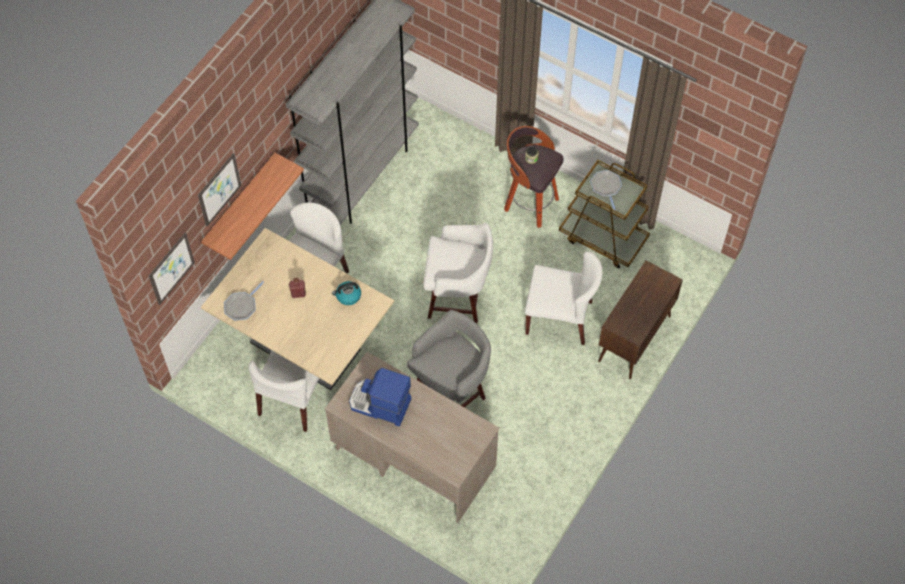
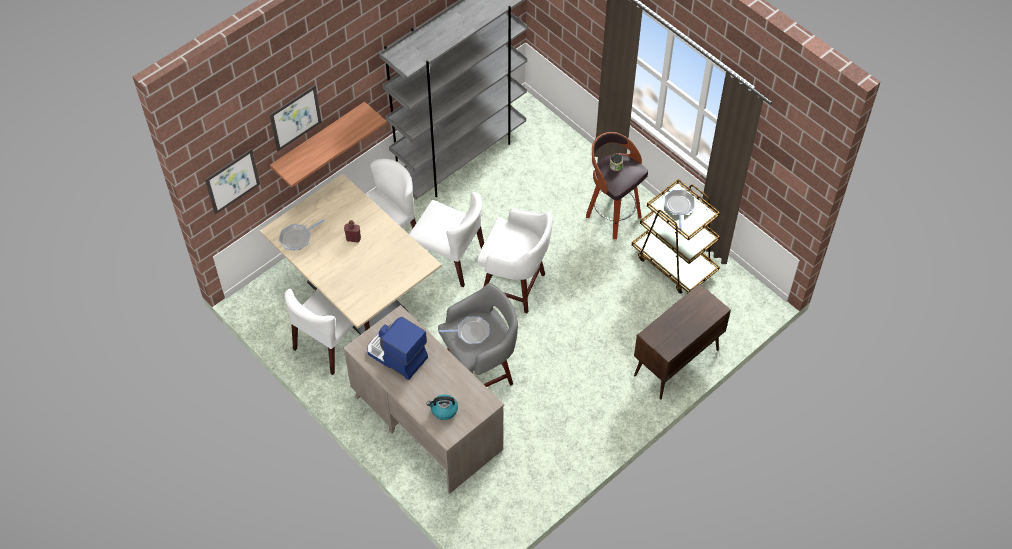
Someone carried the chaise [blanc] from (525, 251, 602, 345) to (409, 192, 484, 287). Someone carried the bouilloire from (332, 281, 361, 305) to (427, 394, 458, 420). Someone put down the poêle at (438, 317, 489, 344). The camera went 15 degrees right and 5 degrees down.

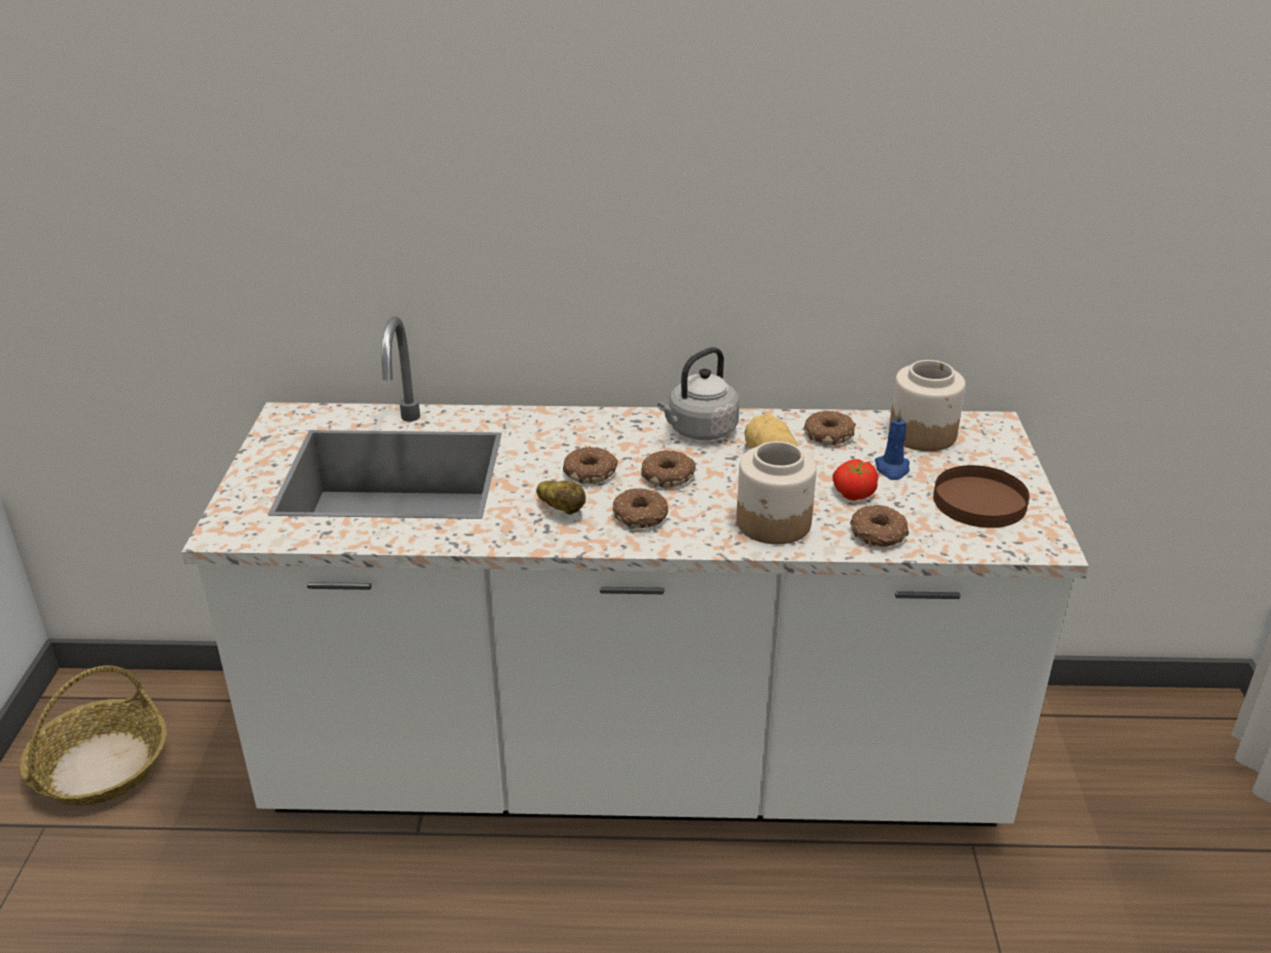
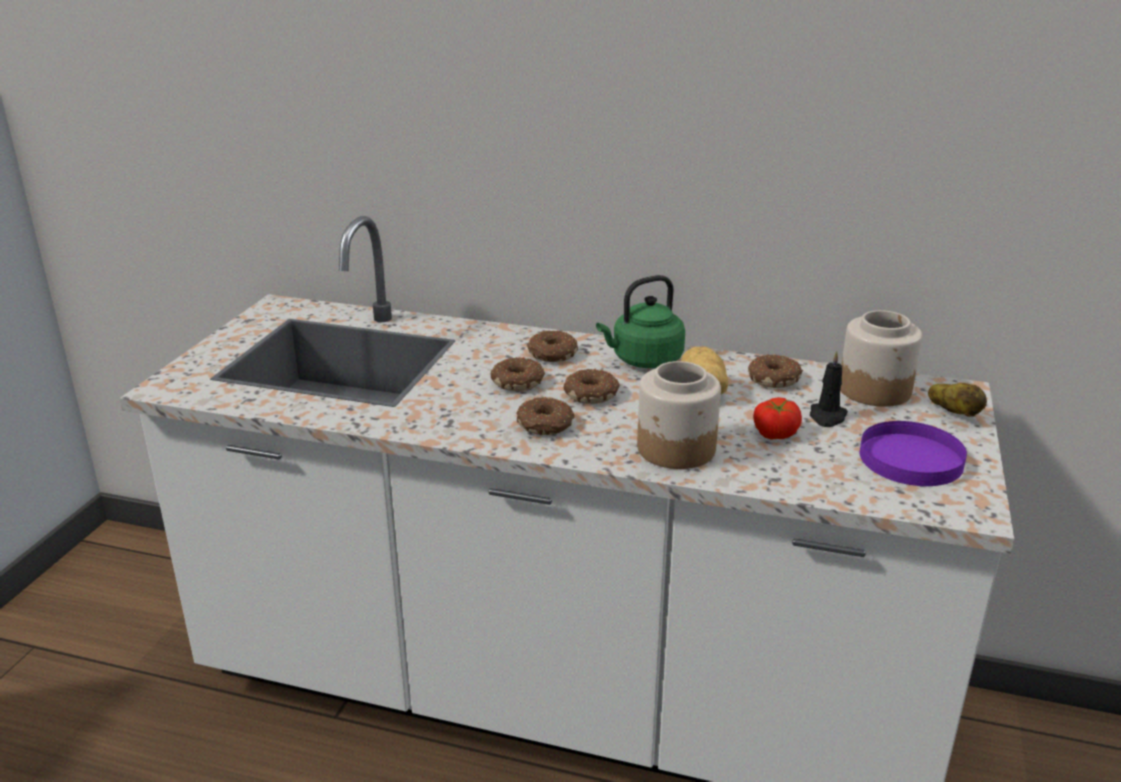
Someone carried the beignet from (850, 504, 909, 547) to (527, 330, 578, 362). Someone repainted the bouilloire [gris] at (657, 347, 740, 440), which became the bouilloire [vert] at (596, 275, 685, 368). Someone repainted the bougie [bleu] at (875, 409, 910, 480), which became the bougie [noir] at (810, 351, 848, 427). Someone repainted the assiette [marron] at (933, 465, 1029, 528), which became the assiette [violet] at (860, 421, 967, 486). Someone carried the pomme de terre from (536, 481, 586, 515) to (928, 383, 987, 417). Someone took away the panier at (20, 665, 167, 806). The camera went 15 degrees right and 5 degrees down.

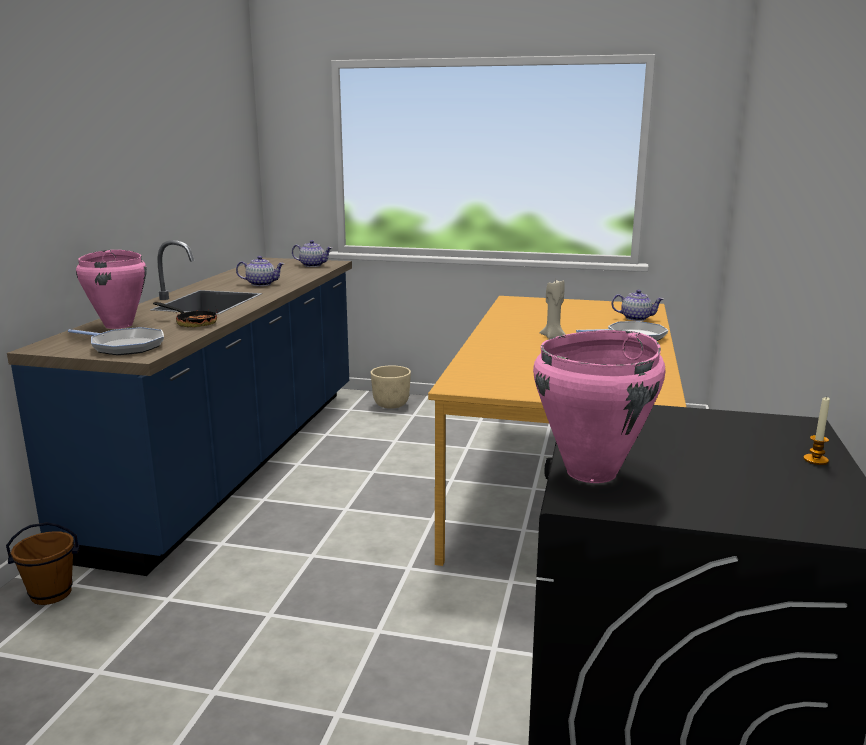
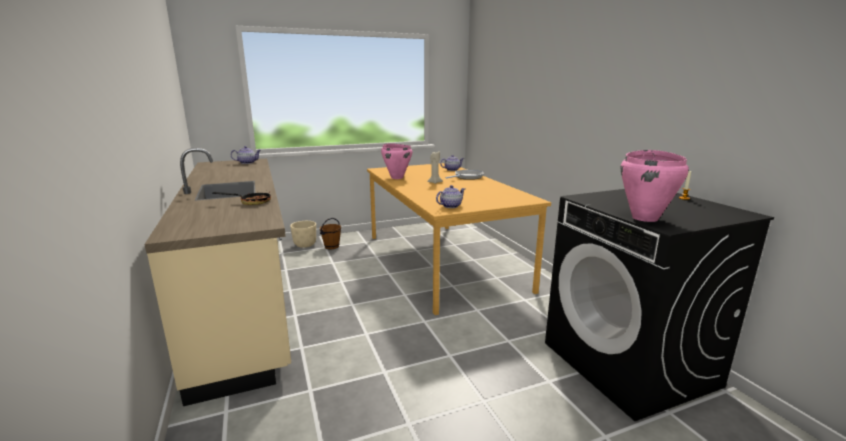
Someone repainted the comptoir de cuisine [bleu] at (7, 240, 352, 576), which became the comptoir de cuisine [beige] at (144, 148, 291, 406). Someone carried the seau [marron] from (6, 522, 79, 605) to (320, 218, 341, 249). Someone carried the marmite [rose] from (76, 250, 147, 329) to (381, 143, 412, 179). Someone carried the théière from (236, 256, 285, 286) to (436, 185, 465, 208). Someone took away the poêle at (68, 327, 164, 355). The camera went 35 degrees left and 0 degrees up.

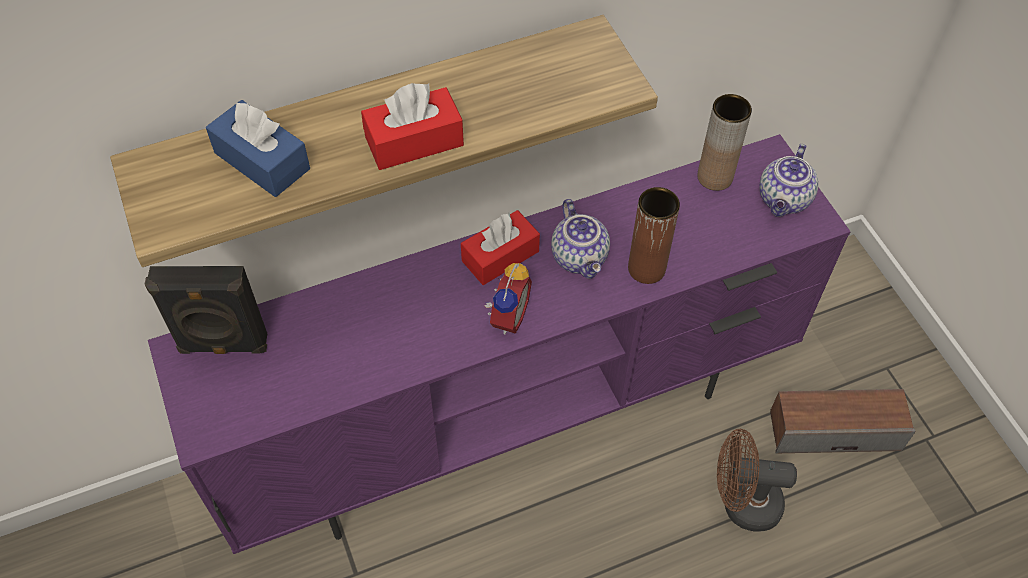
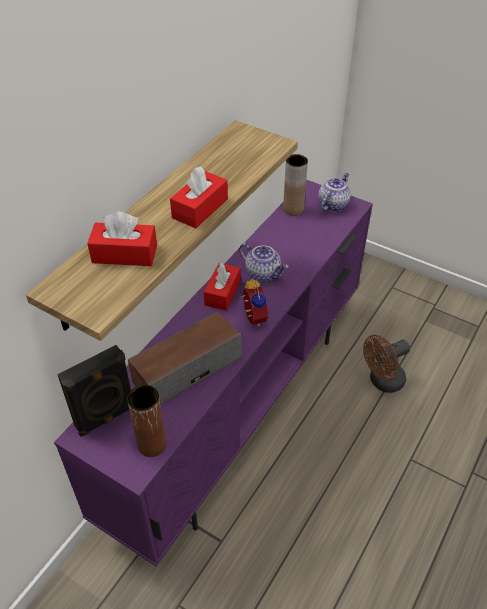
Someone repainted the boîte à mouchoirs [bleu] at (206, 100, 310, 197), which became the boîte à mouchoirs [rouge] at (87, 212, 157, 266). Someone carried the vase [marron] from (628, 187, 680, 284) to (127, 385, 166, 457). Someone carried the enceinte from (770, 389, 916, 453) to (128, 311, 242, 405). Someone rotated the théière at (759, 144, 818, 217) by 135 degrees counterclockwise. The camera went 35 degrees left and 10 degrees down.

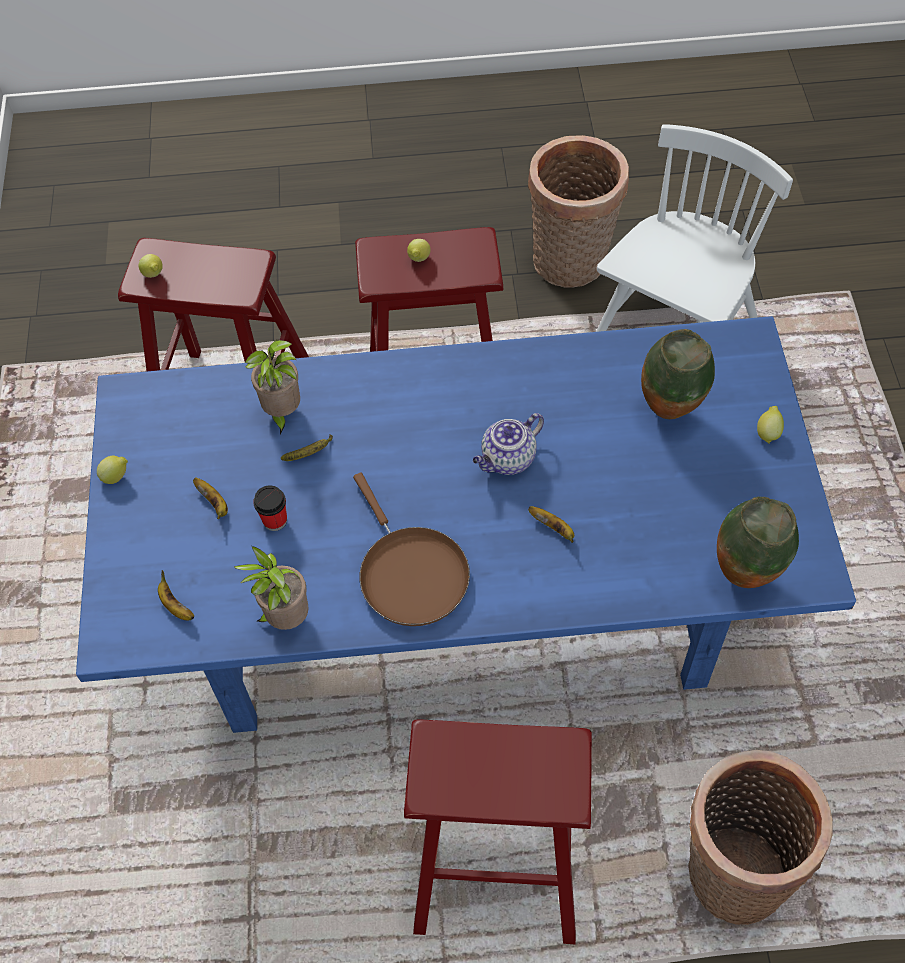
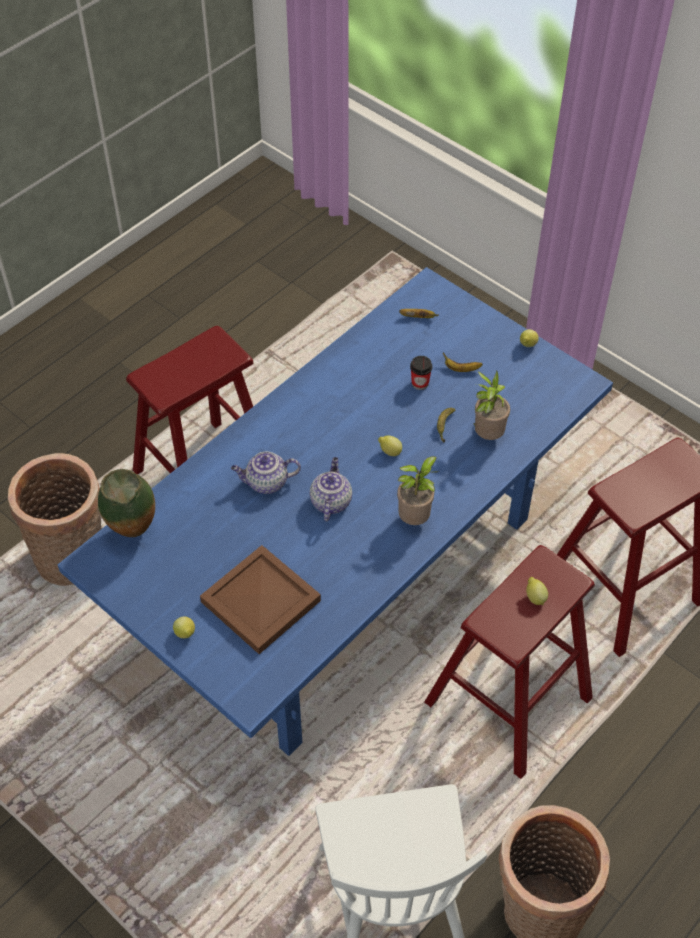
Someone swapped the vase at (641, 329, 715, 419) for the plateau [marron] at (200, 545, 321, 654). Someone swapped the banane at (528, 506, 574, 543) for the théière at (231, 452, 301, 494). Someone carried the citron from (138, 254, 163, 278) to (378, 436, 402, 456). Someone carried the plante en pot from (233, 546, 309, 630) to (397, 456, 440, 525). Someone took away the poêle [marron] at (353, 473, 470, 626). The camera went 135 degrees right and 5 degrees down.

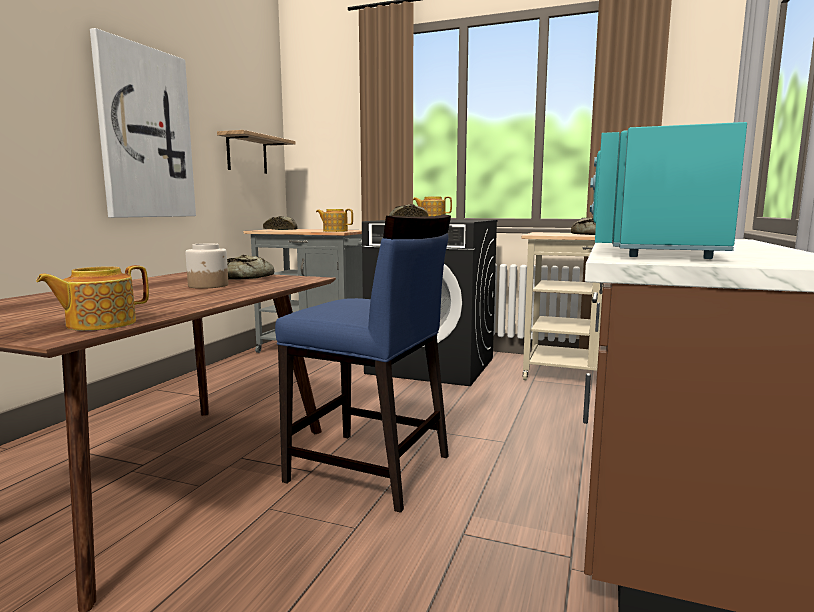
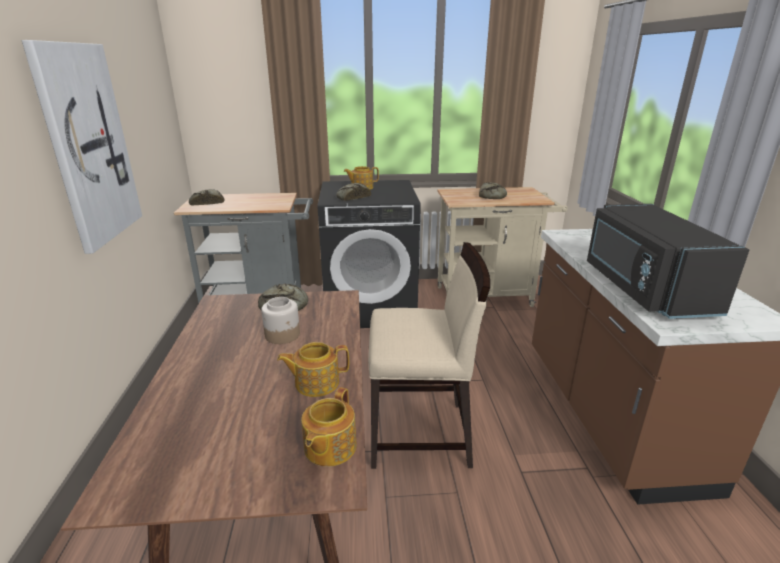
Someone carried the théière from (316, 209, 353, 232) to (277, 342, 349, 397). Someone repainted the chaise [bleu] at (275, 214, 451, 513), which became the chaise [beige] at (368, 242, 490, 469). Someone repainted the micro-ondes [turquoise] at (590, 122, 747, 259), which became the micro-ondes [noir] at (587, 204, 750, 319). Someone took away the étagère at (217, 130, 296, 174). The camera went 25 degrees left and 15 degrees up.

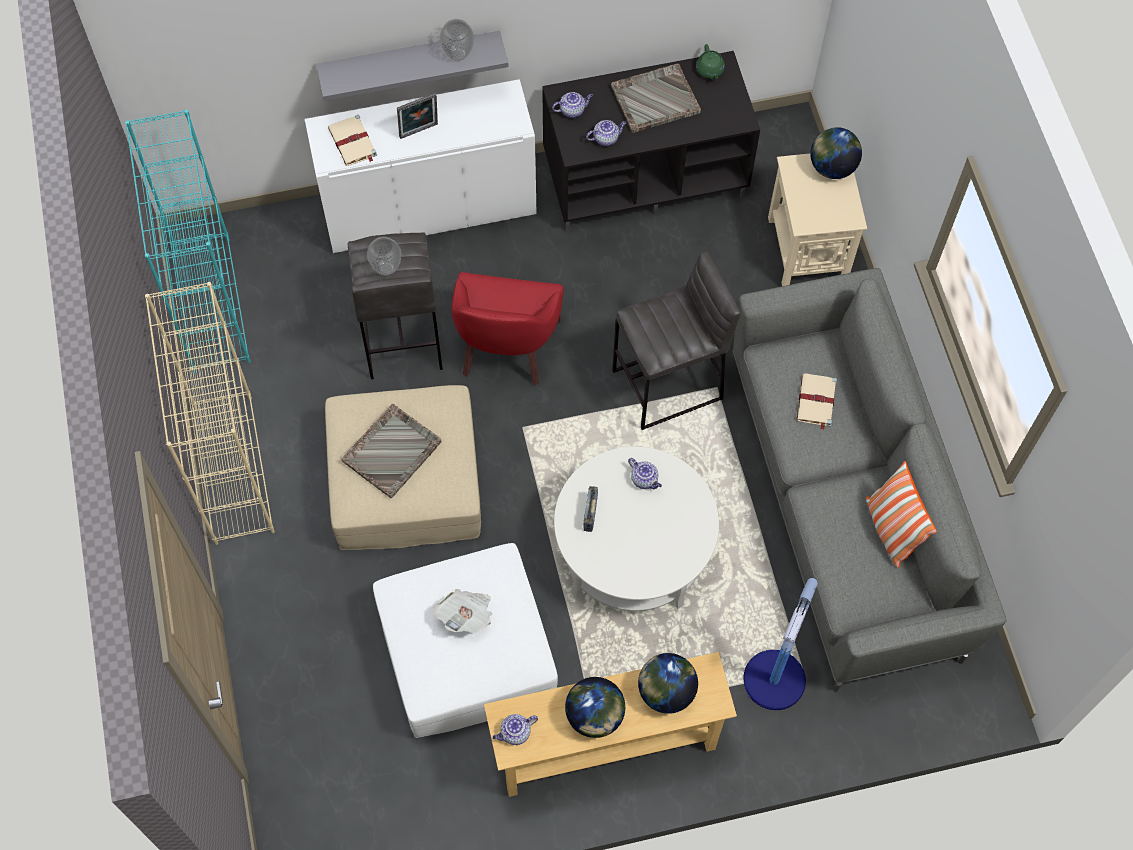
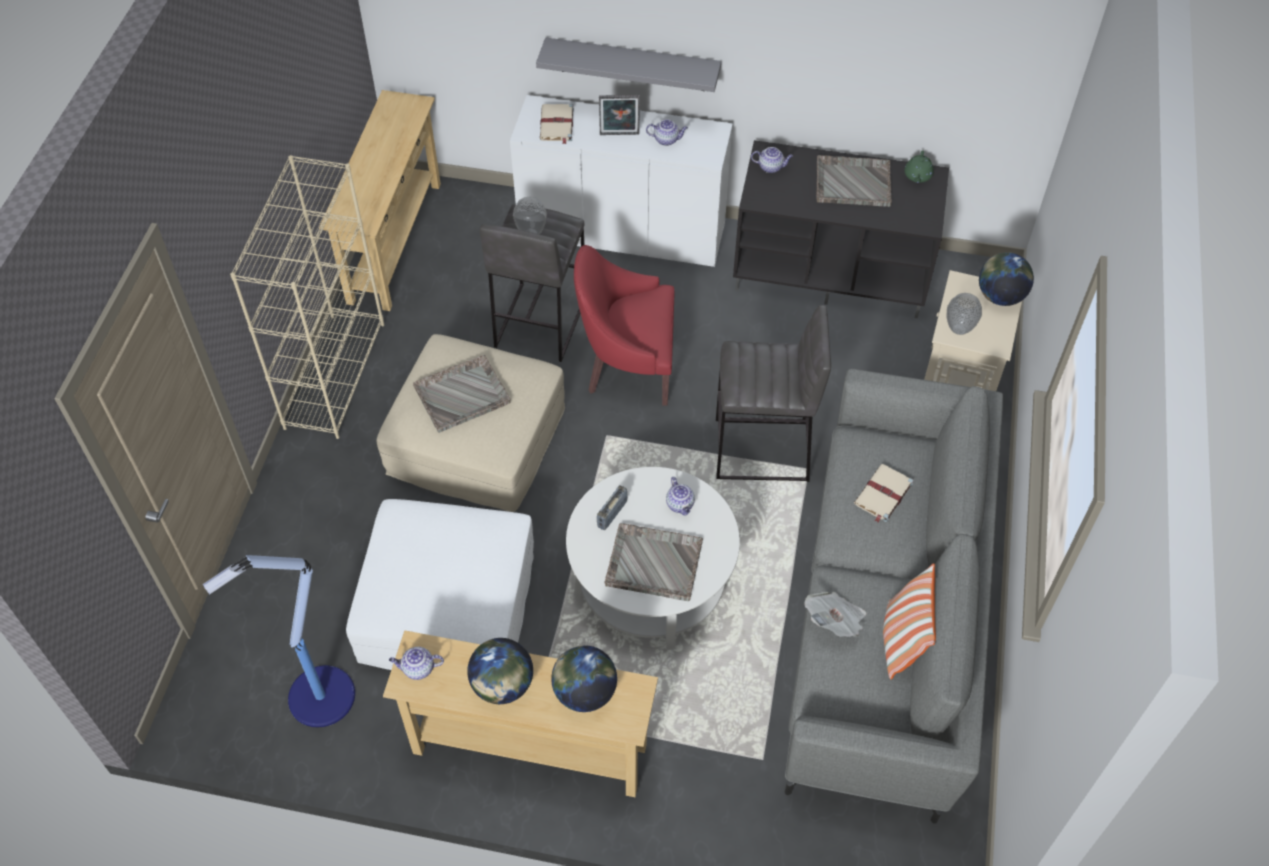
Someone carried the lampadaire from (744, 578, 818, 710) to (203, 555, 355, 727). Someone swapped the bibliothèque [turquoise] at (125, 110, 251, 374) for the table console [beige] at (319, 90, 441, 311). Someone rotated the fauteuil [rouge] at (451, 272, 564, 386) by 60 degrees clockwise. Someone put down the plateau [gris] at (604, 523, 703, 601). Someone carried the théière from (586, 120, 626, 146) to (646, 119, 688, 146). Someone carried the journal from (434, 589, 492, 633) to (804, 592, 866, 637). Someone carried the vase from (440, 19, 474, 61) to (947, 293, 982, 335). The camera went 25 degrees right and 10 degrees down.

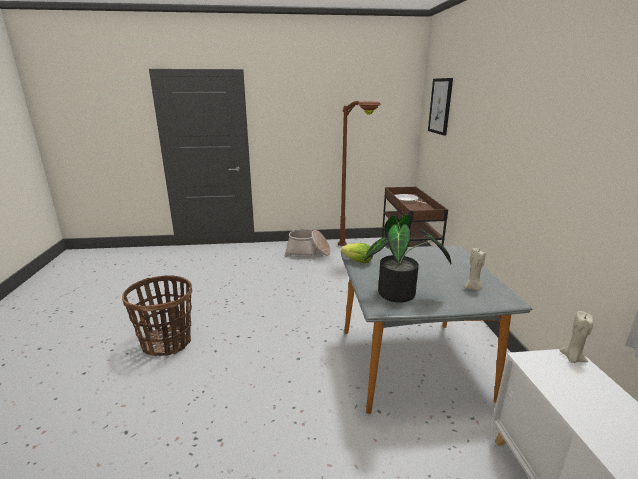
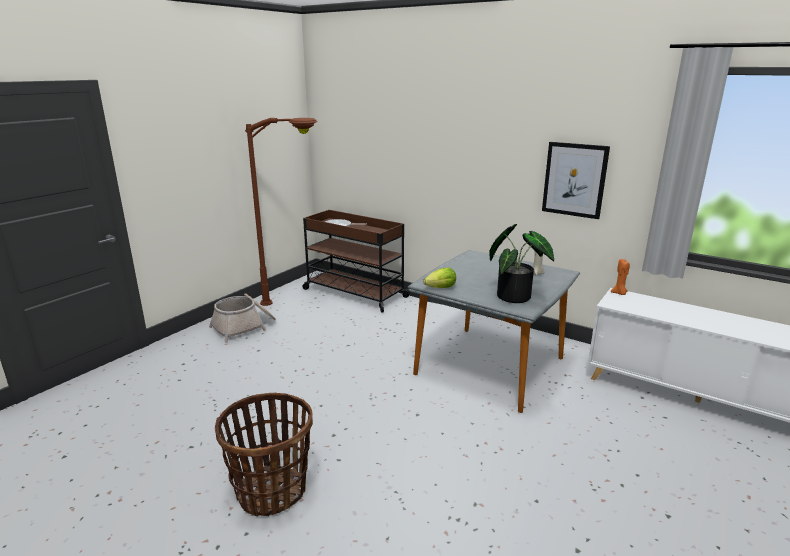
Someone carried the tableau from (428, 78, 453, 136) to (542, 142, 610, 219). Someone repainted the bougie [beige] at (560, 311, 593, 363), which became the bougie [orange] at (611, 259, 630, 295). The camera went 50 degrees left and 0 degrees up.

